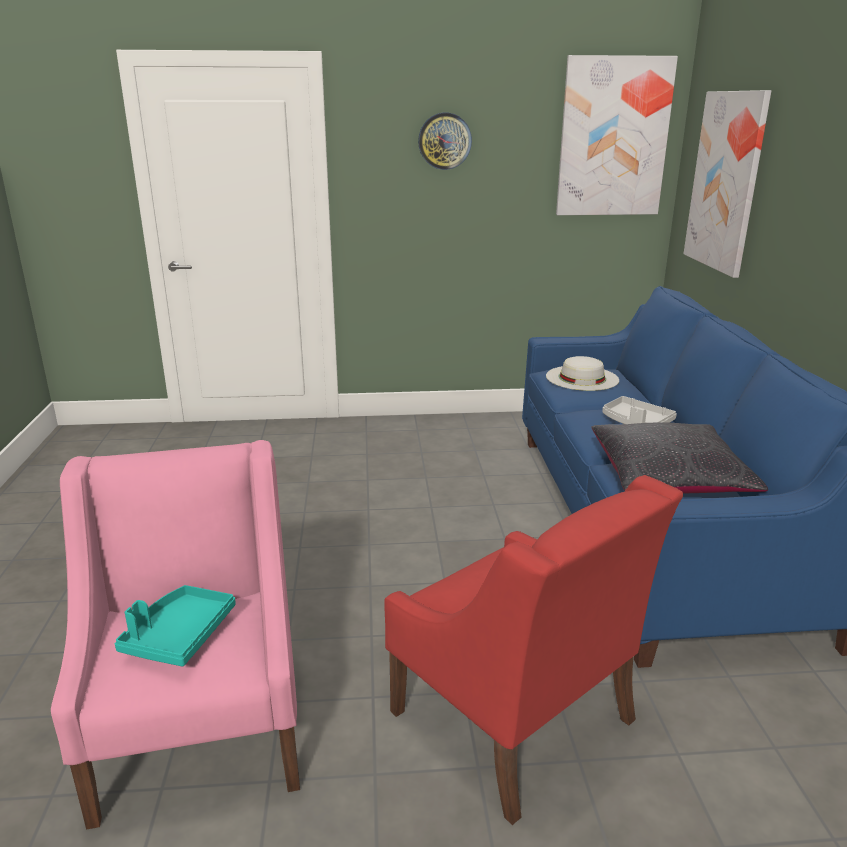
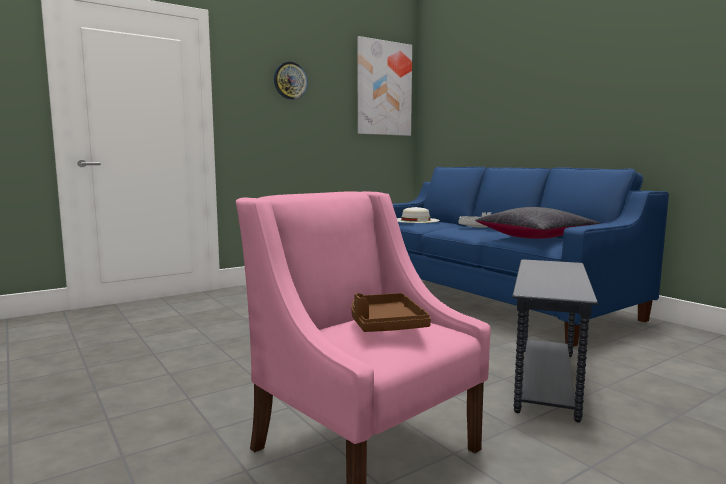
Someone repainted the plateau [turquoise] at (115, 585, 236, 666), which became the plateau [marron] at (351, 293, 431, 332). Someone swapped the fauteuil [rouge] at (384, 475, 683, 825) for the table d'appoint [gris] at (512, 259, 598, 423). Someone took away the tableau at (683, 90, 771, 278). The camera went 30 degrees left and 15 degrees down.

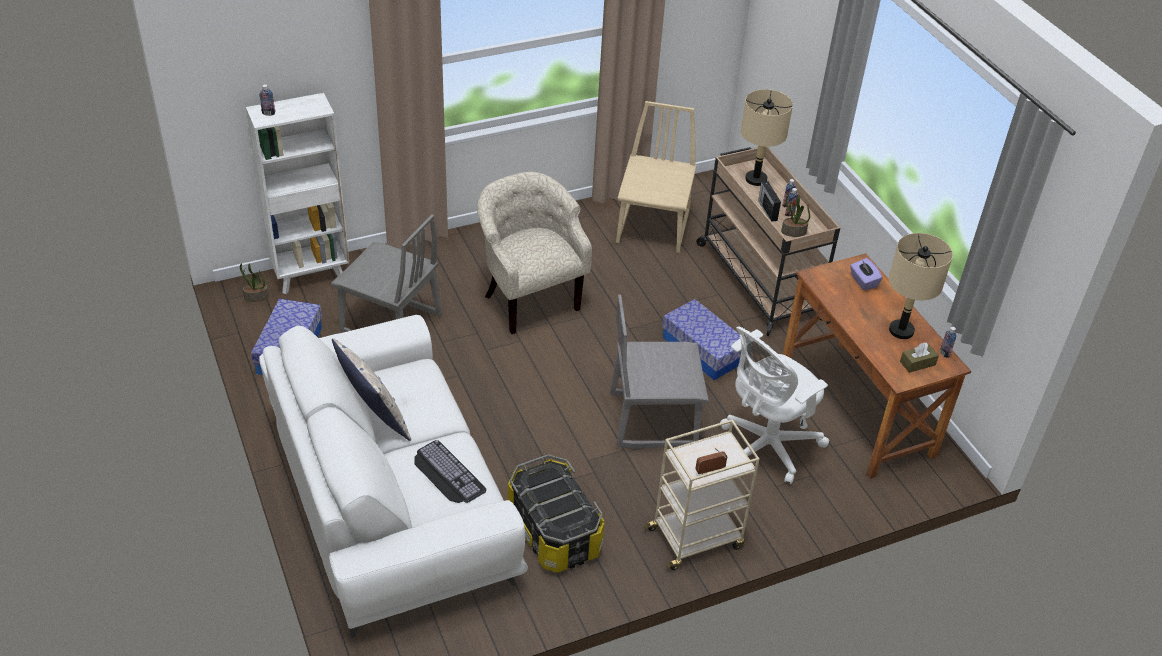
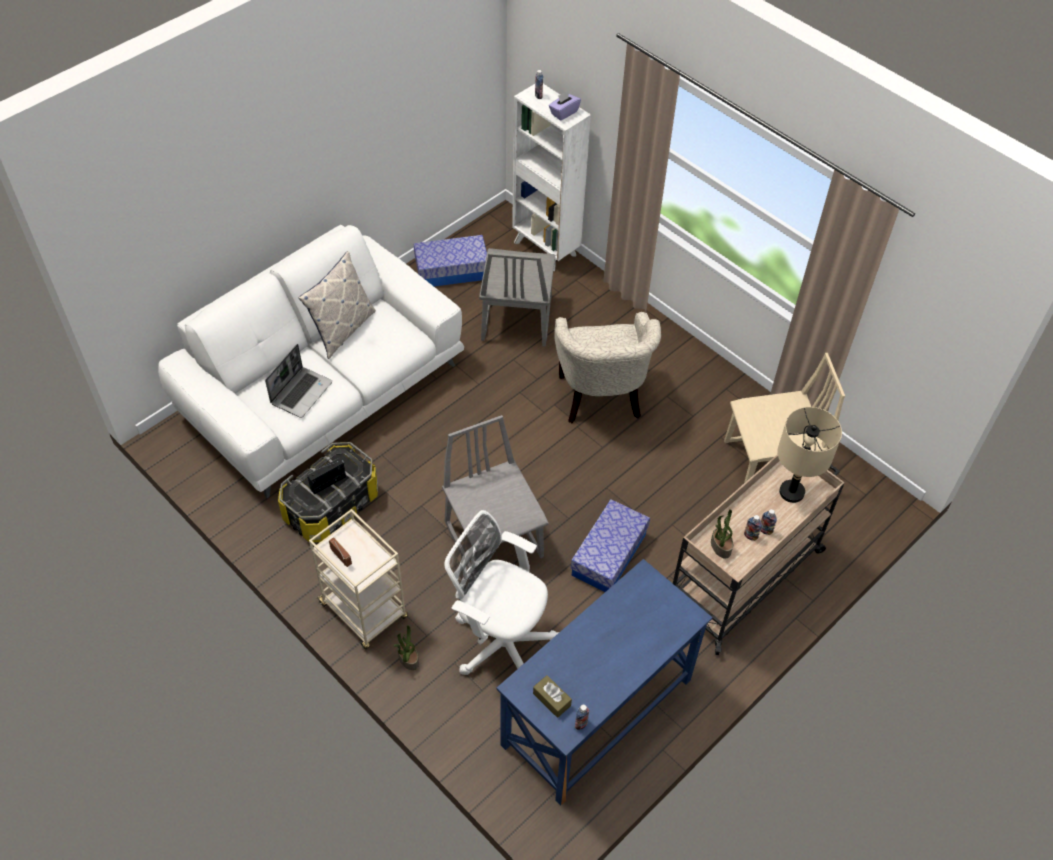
Someone swapped the clavier at (414, 440, 487, 503) for the ordinateur portable at (265, 344, 332, 418). Someone carried the radio from (758, 181, 781, 222) to (307, 458, 346, 495). Someone carried the plante en pot from (240, 263, 269, 302) to (394, 625, 419, 670). Someone repainted the bureau [marron] at (782, 253, 971, 479), which became the bureau [bleu] at (496, 559, 713, 805). Someone carried the boîte à mouchoirs [violet] from (850, 258, 883, 290) to (549, 91, 581, 121). Someone rotated the fauteuil [beige] at (477, 172, 592, 334) by 135 degrees clockwise. Someone took away the lampe de table [beige] at (889, 233, 953, 339). The camera went 70 degrees right and 10 degrees up.

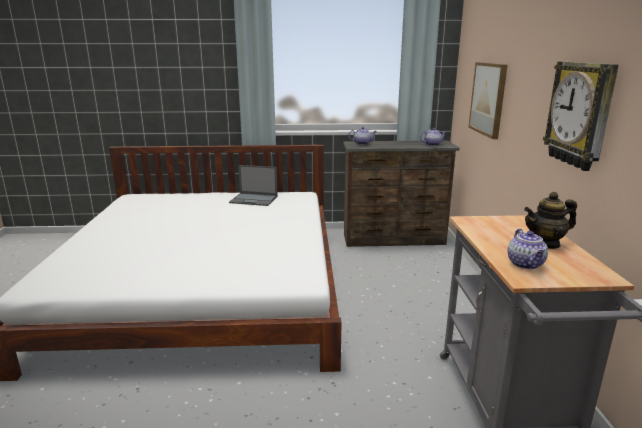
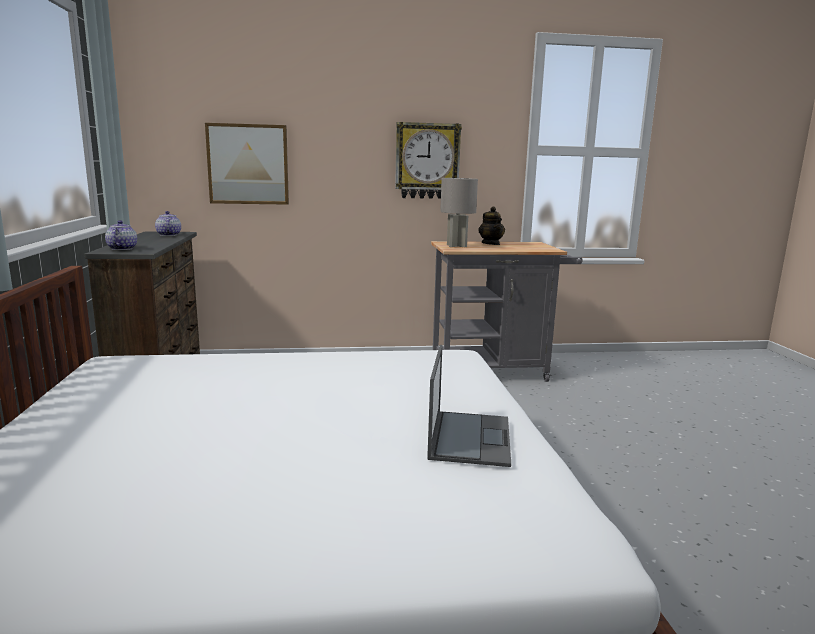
Someone carried the ordinateur portable from (229, 165, 278, 206) to (427, 345, 511, 467). Someone put down the lampe de table [gris] at (440, 178, 478, 247). Someone took away the théière at (508, 229, 548, 269). The camera went 95 degrees left and 5 degrees down.

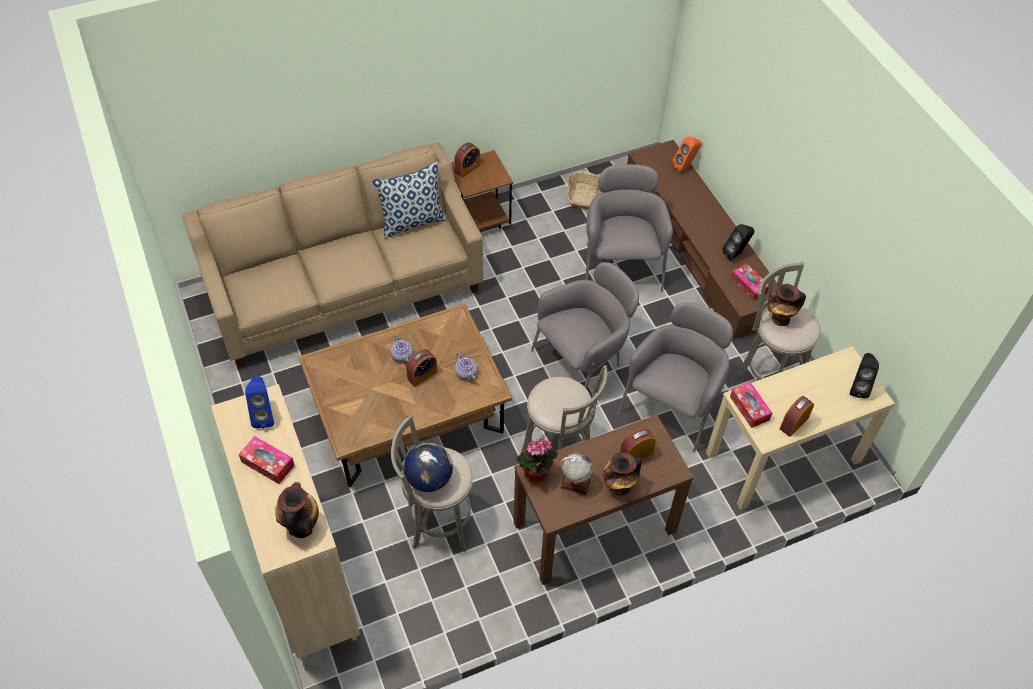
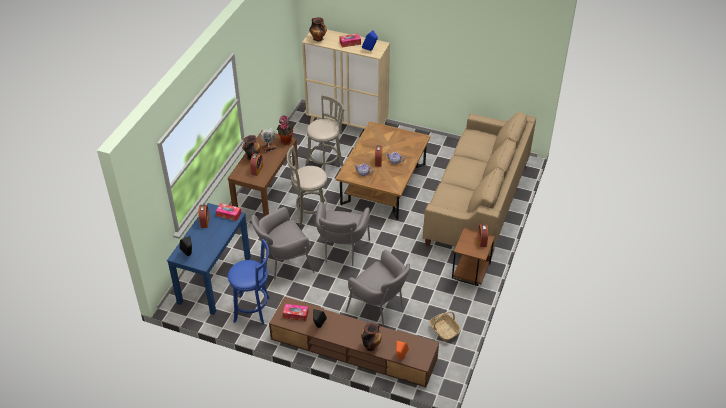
Someone repainted the table console [beige] at (706, 346, 895, 510), which became the table console [bleu] at (167, 203, 251, 315). Someone repainted the tabouret [gris] at (735, 262, 821, 380), which became the tabouret [bleu] at (228, 239, 269, 325). Someone rotated the fauteuil [gris] at (618, 302, 733, 452) by 75 degrees clockwise. Someone carried the vase from (768, 284, 806, 326) to (361, 323, 382, 351). Someone took away the coussin at (372, 161, 447, 239). Someone took away the globe at (404, 443, 453, 492). The camera went 135 degrees right and 10 degrees down.

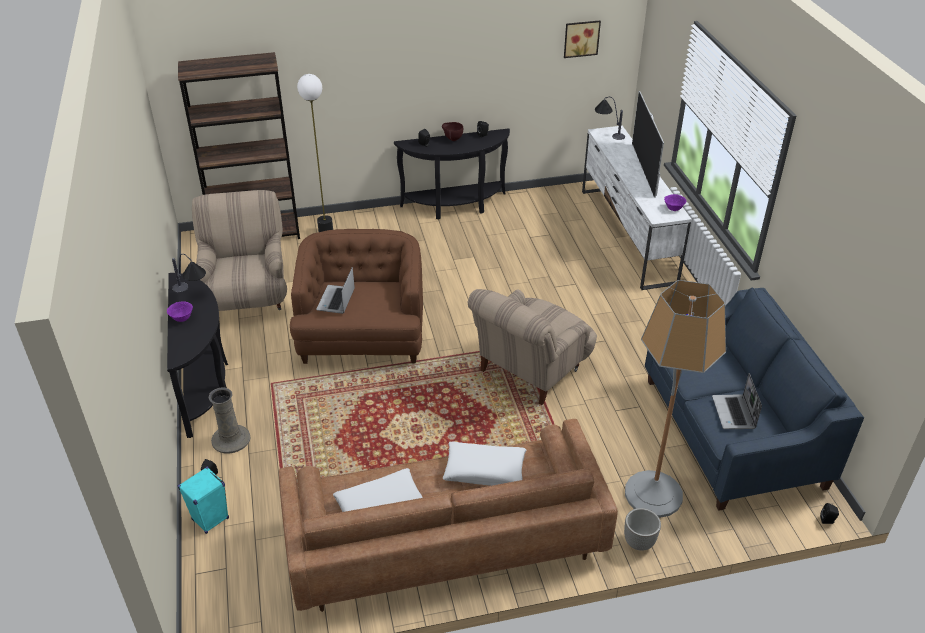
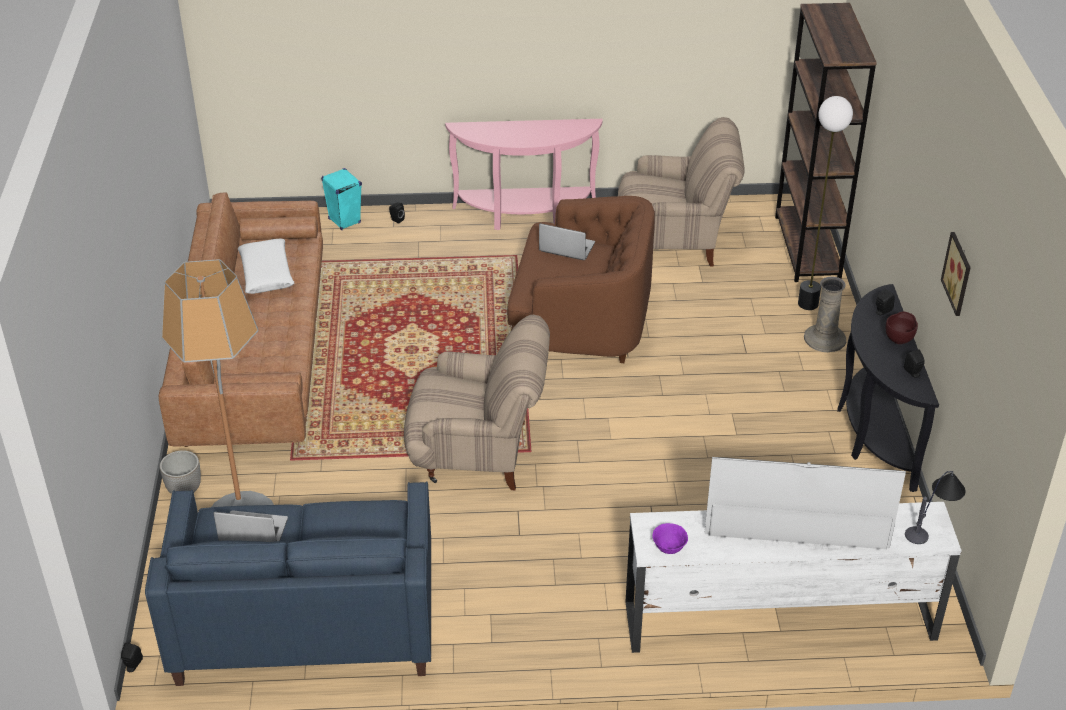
Someone rotated the fauteuil [beige] at (467, 289, 597, 405) by 135 degrees clockwise. Someone repainted the table console [noir] at (167, 273, 228, 438), which became the table console [rose] at (445, 119, 603, 230). Someone carried the vase [beige] from (209, 387, 251, 454) to (804, 277, 846, 352). Someone carried the tableau from (564, 21, 601, 58) to (941, 232, 971, 316). Someone took away the bol [violet] at (167, 301, 193, 322). Someone took away the lampe de table at (172, 254, 206, 293). Someone took away the coussin [blanc] at (443, 441, 526, 486). The camera went 100 degrees right and 0 degrees up.

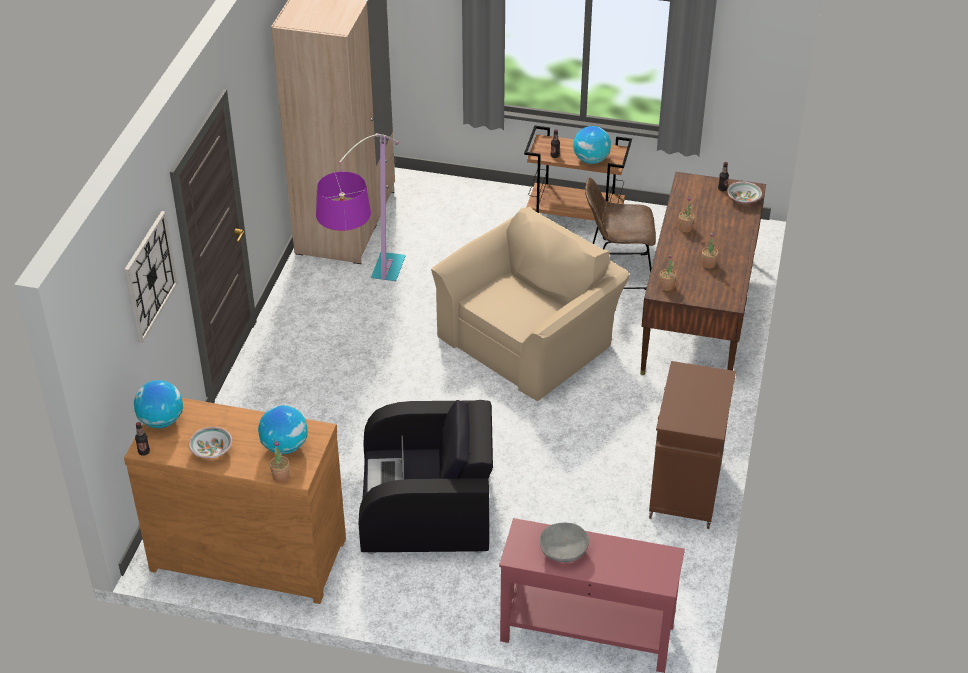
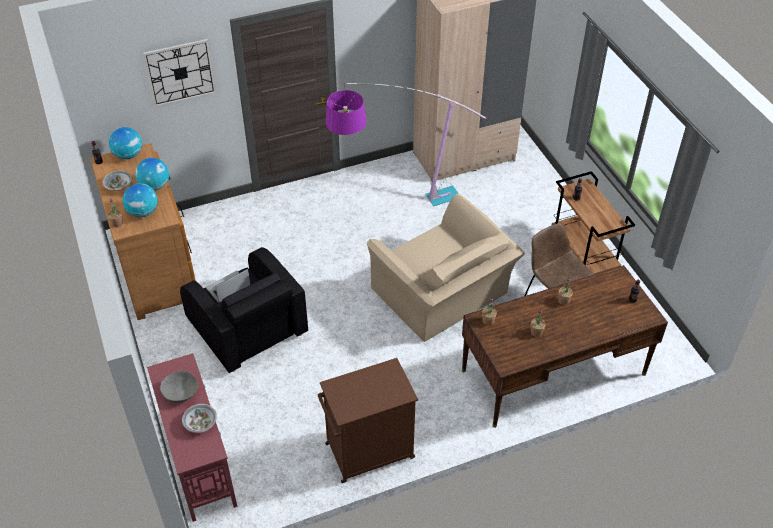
Someone carried the globe from (573, 126, 611, 164) to (135, 158, 169, 191). Someone carried the bol from (727, 181, 762, 204) to (182, 404, 217, 433). Someone rotated the fauteuil [beige] at (431, 207, 629, 401) by 45 degrees clockwise. The camera went 55 degrees right and 5 degrees up.

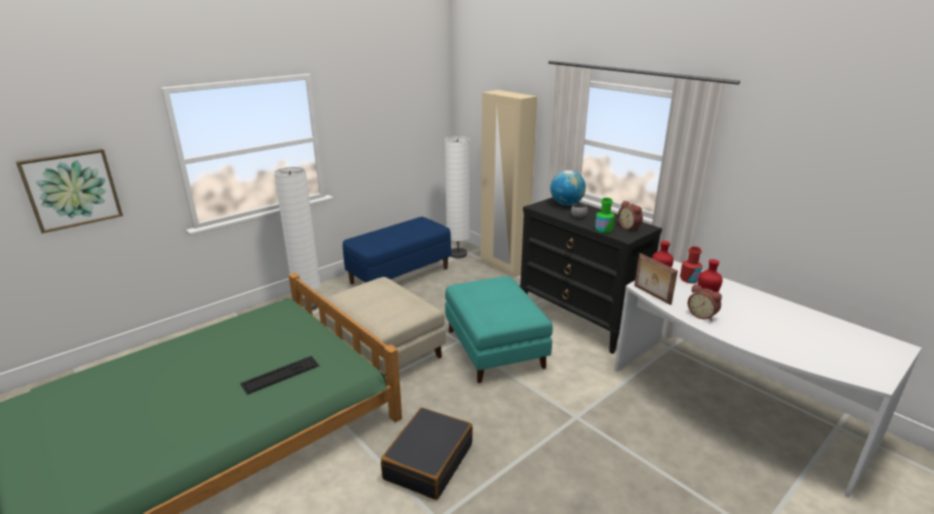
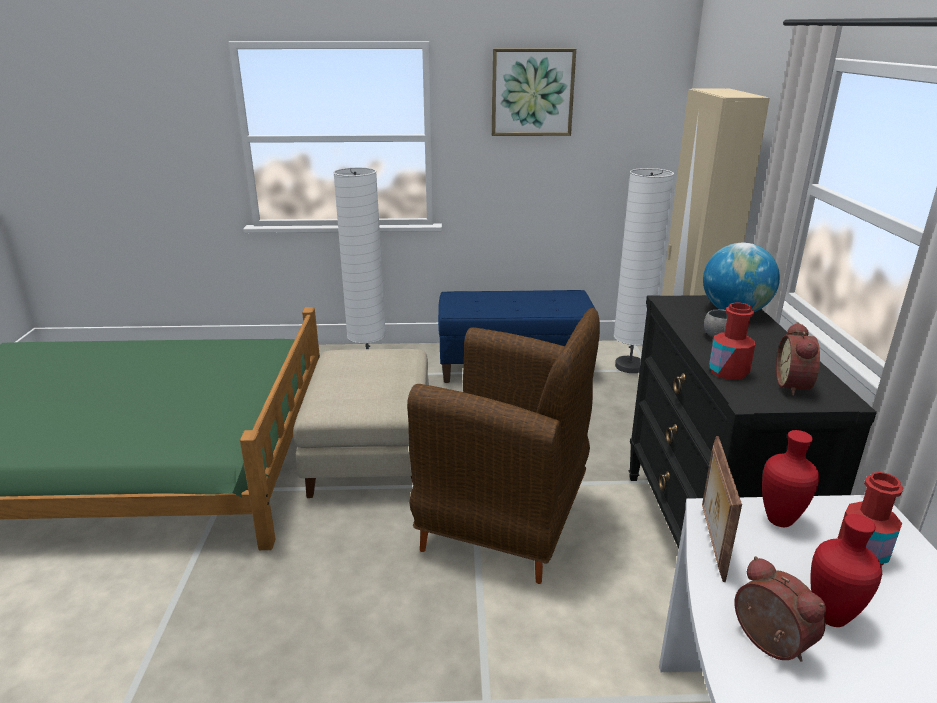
Someone swapped the pouf [turquoise] at (445, 276, 553, 383) for the fauteuil [marron] at (407, 308, 600, 584). Someone carried the tableau from (16, 149, 123, 234) to (492, 49, 576, 136). Someone repainted the bouteille [vert] at (595, 198, 614, 233), which became the bouteille [rouge] at (709, 303, 755, 380). Someone rotated the réveil at (688, 284, 722, 321) by 150 degrees clockwise. Someone took away the clavier at (240, 356, 319, 395). Someone took away the valise [noir] at (381, 408, 473, 500). The camera went 40 degrees right and 0 degrees up.

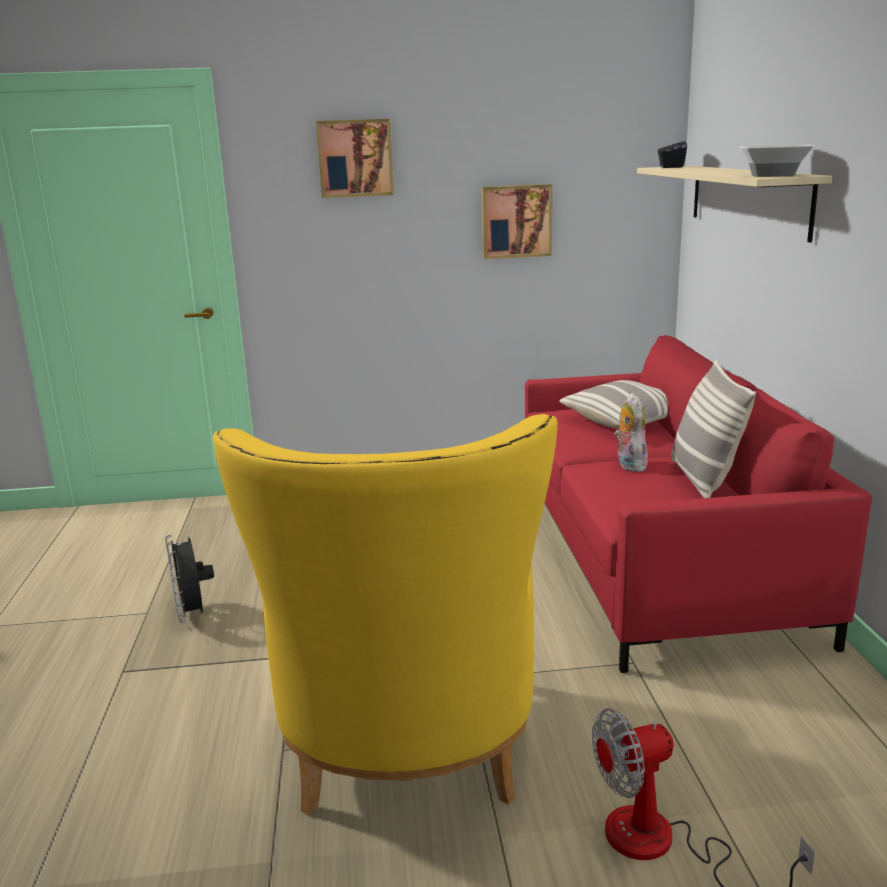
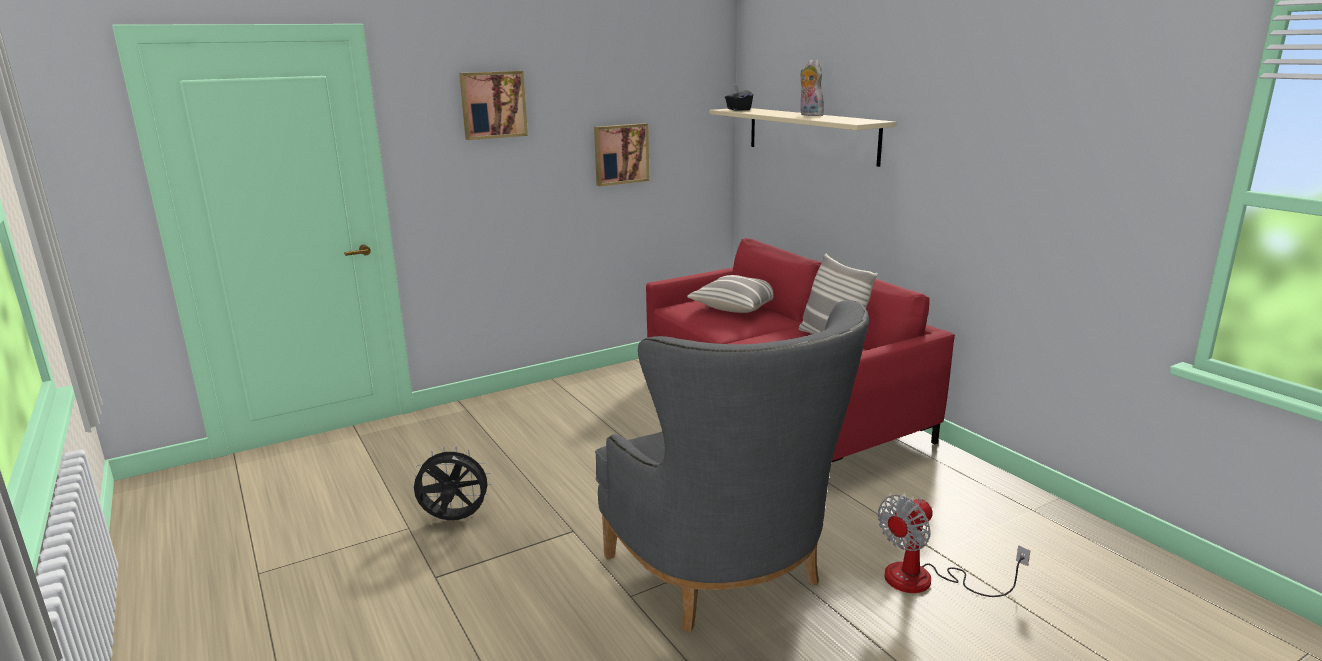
Someone rotated the ventilateur [noir] at (165, 535, 214, 623) by 135 degrees clockwise. Someone repainted the fauteuil [jaune] at (213, 414, 558, 816), which became the fauteuil [gris] at (595, 300, 869, 632). Someone carried the peluche from (614, 393, 648, 472) to (800, 59, 824, 116). Someone took away the bol at (739, 144, 814, 177). The camera went 25 degrees left and 0 degrees up.

